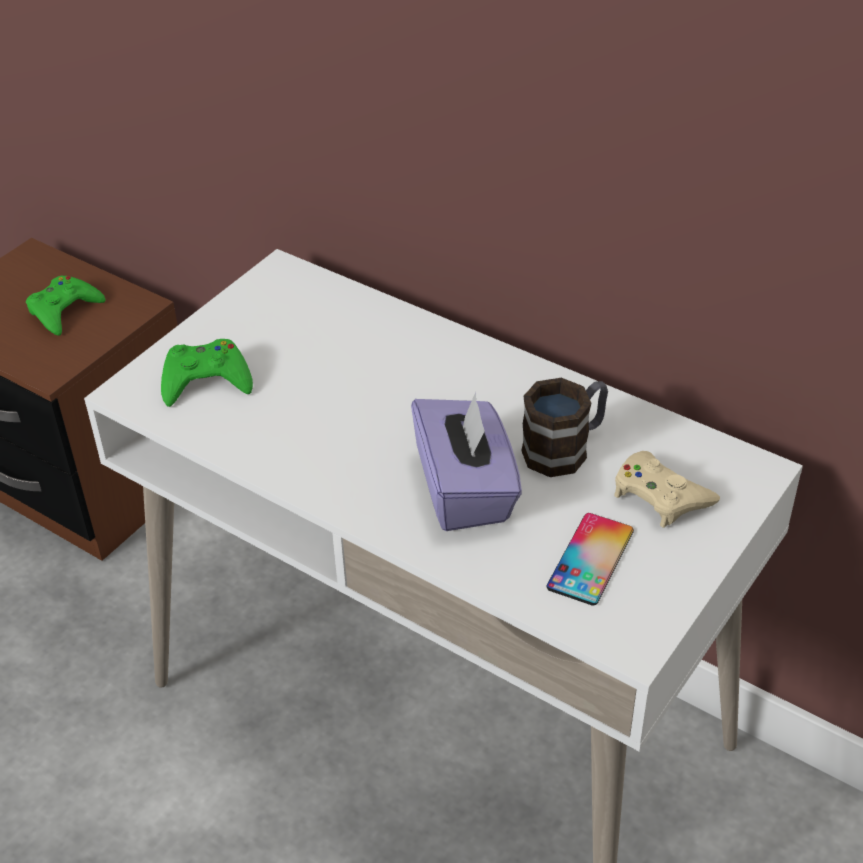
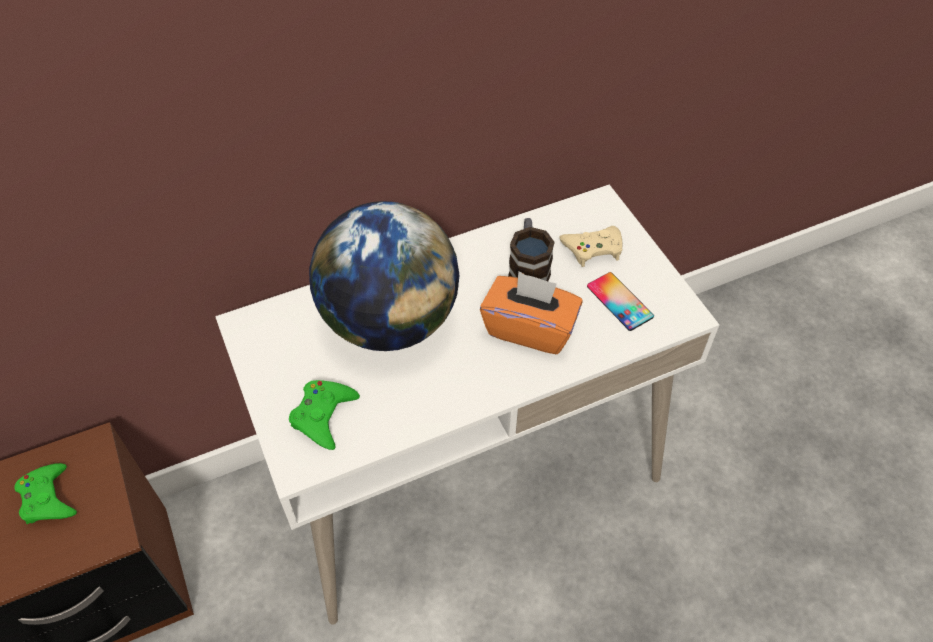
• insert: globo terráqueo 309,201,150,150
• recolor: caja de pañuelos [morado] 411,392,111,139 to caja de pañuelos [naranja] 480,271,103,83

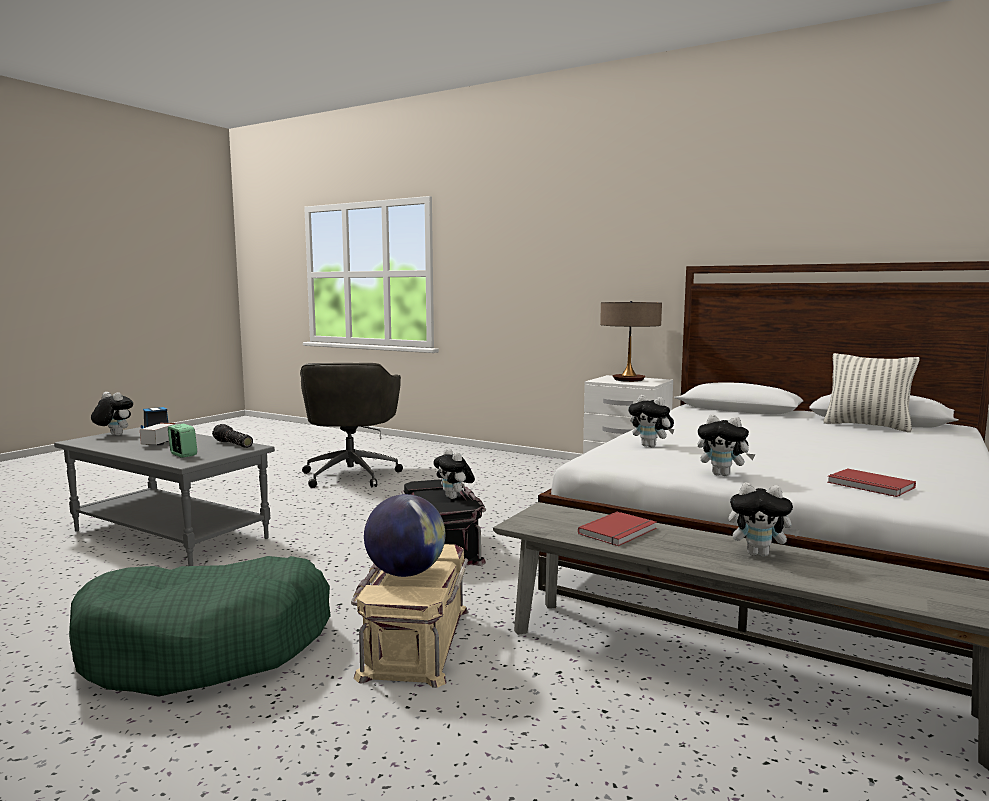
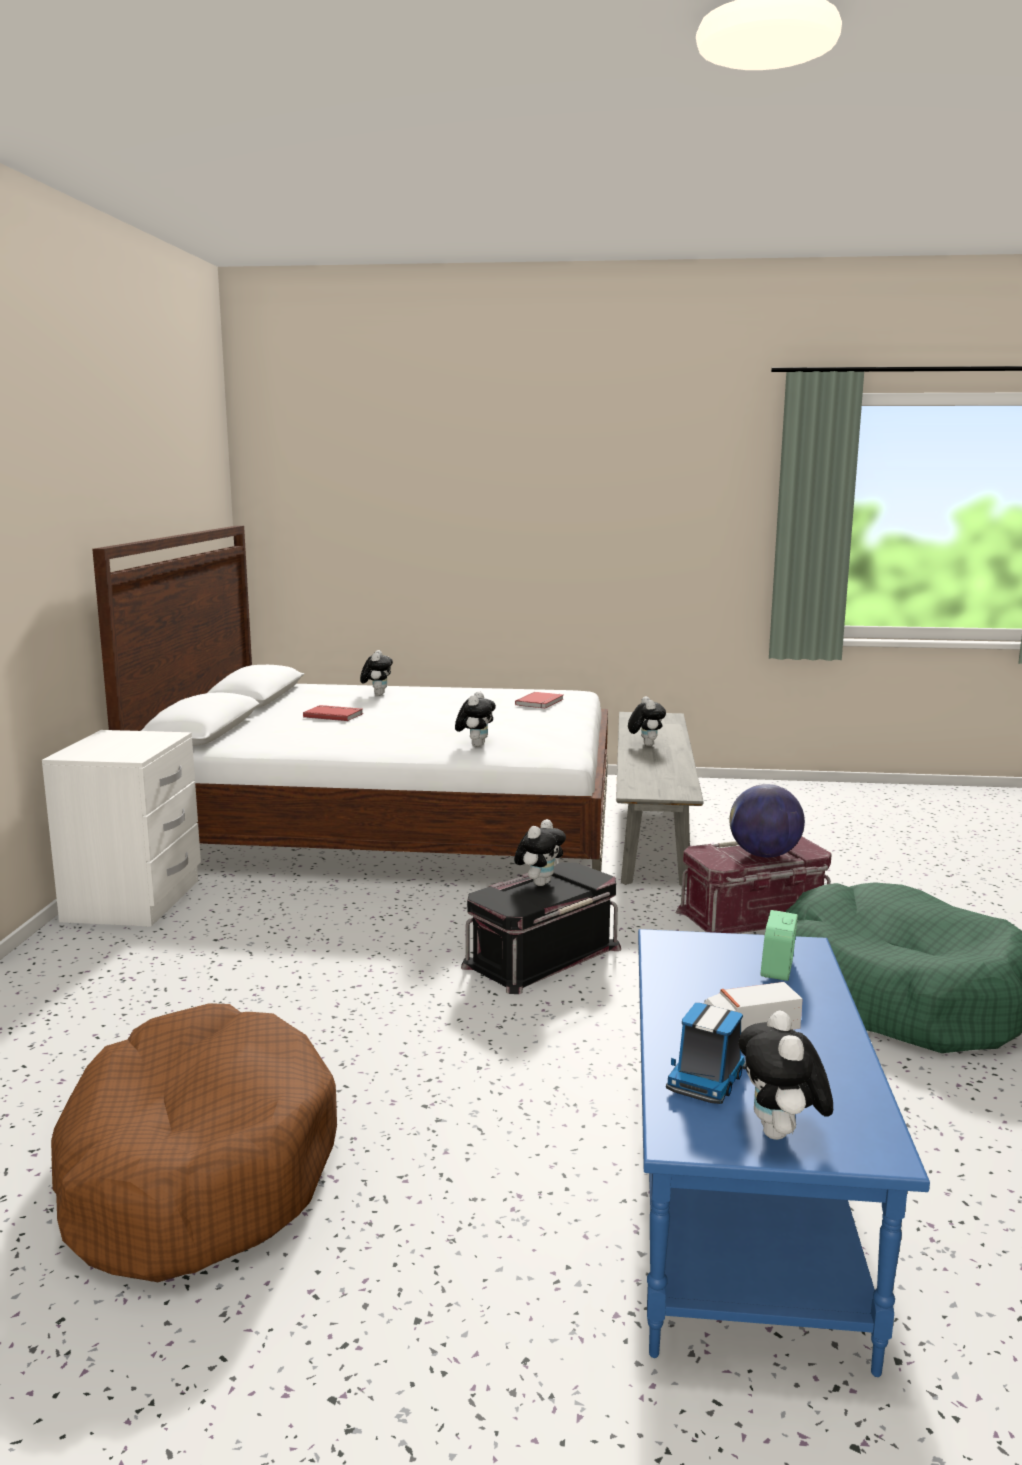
• delete: linterna 212,424,41,24
• delete: lámpara de mesa 600,301,62,81
• delete: cojín 823,353,96,79
• move: libro [rojo] 578,512,79,34 to 303,705,60,16
• move: peluche 697,414,58,62 to 360,650,33,45
• replace: silla de oficina [gris] 300,363,103,125 to cama para perro [marrón] 51,1003,286,279
• recolor: mesa de centro [gris] 54,427,221,139 to mesa de centro [azul] 638,929,292,448
• recolor: caja de almacenaje [beis] 351,544,117,144 to caja de almacenaje [rojo] 676,836,156,98

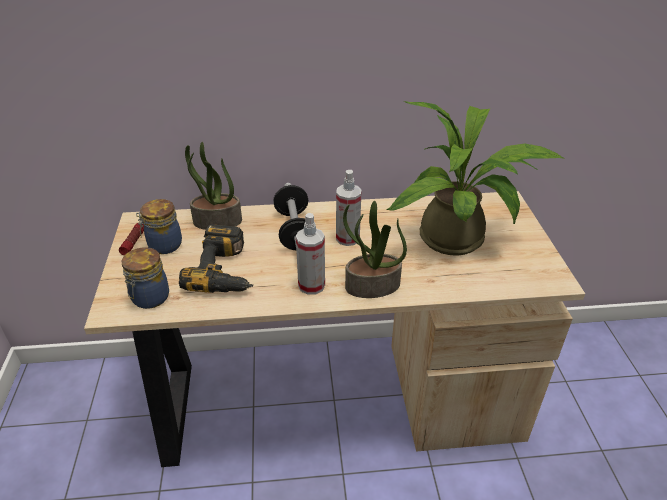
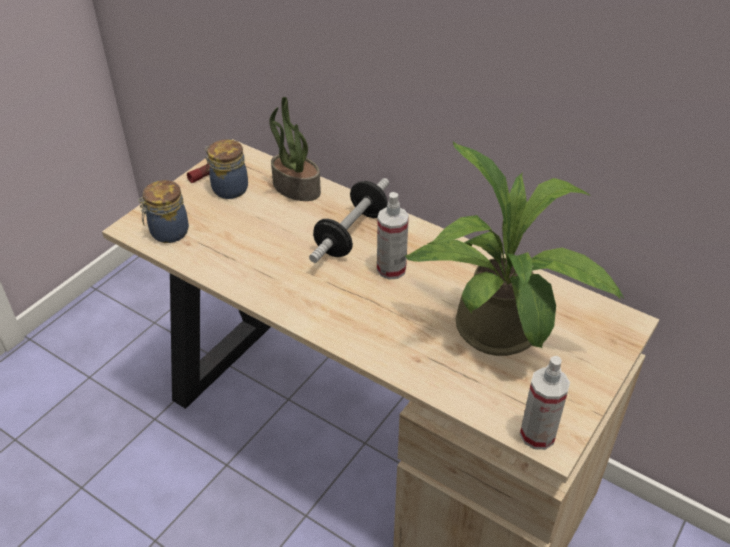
• delete: taladro 179,224,74,69
• delete: planta en maceta 343,201,64,97
• move: pulverizador 296,213,29,82 to 520,356,50,94

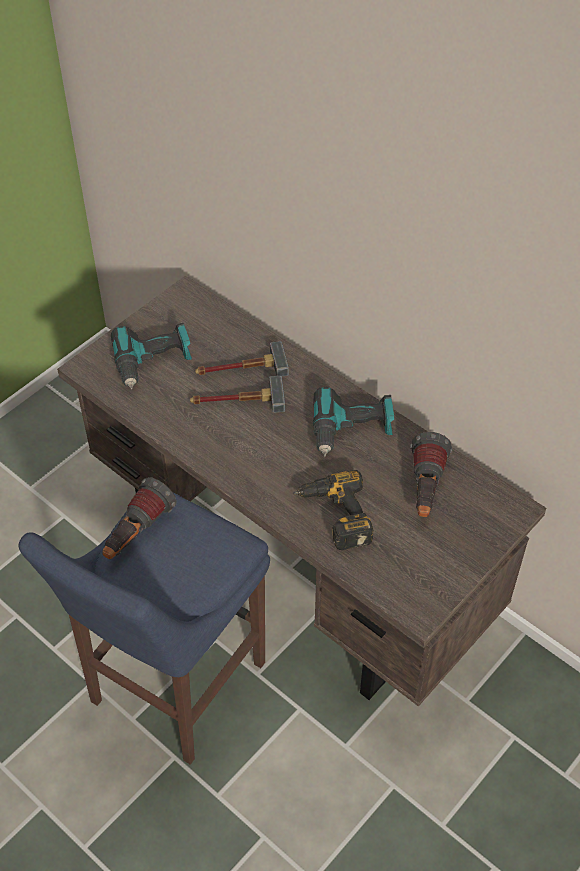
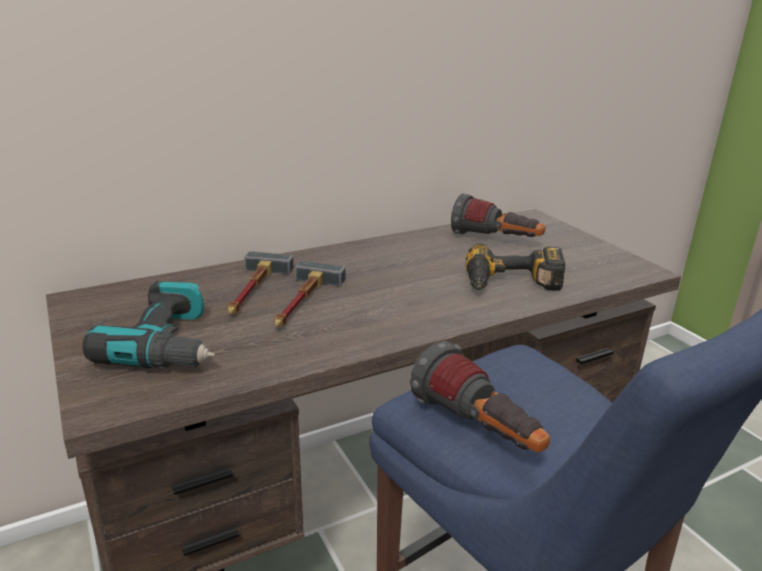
• delete: taladro 313,387,81,70

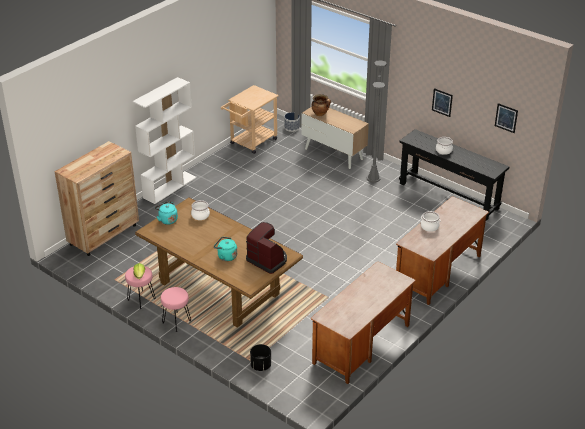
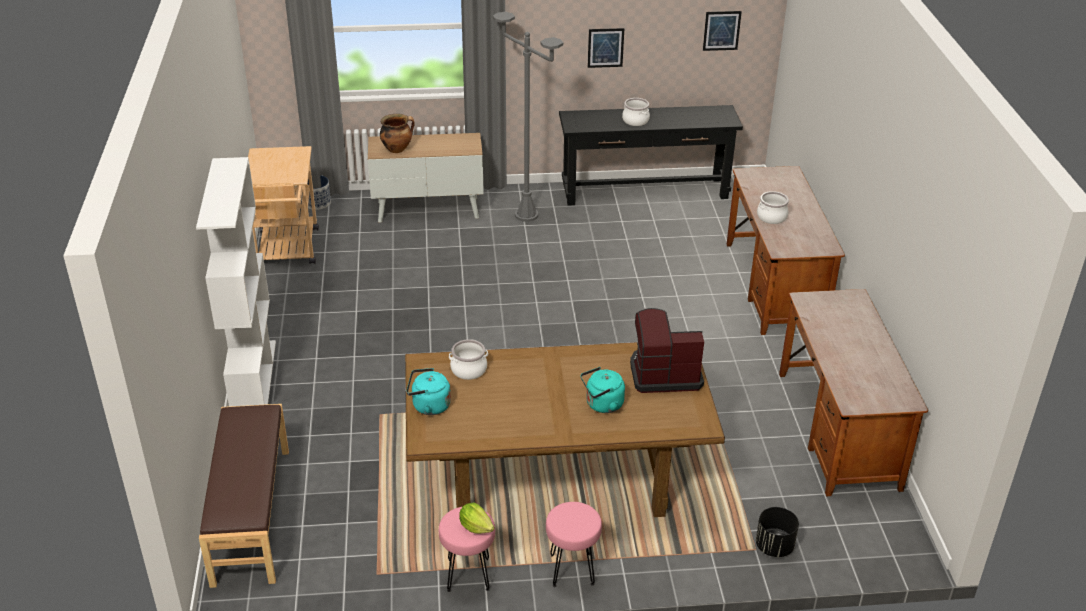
• replace: cómoda [marrón] 55,141,84,115 to banco [marrón] 199,404,90,184

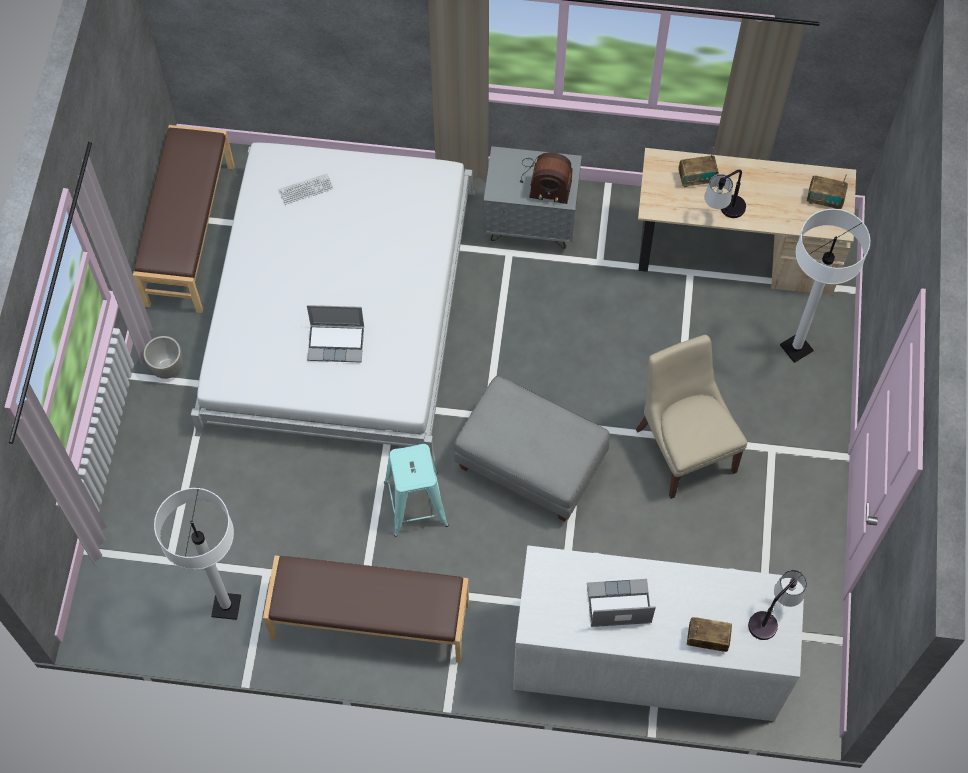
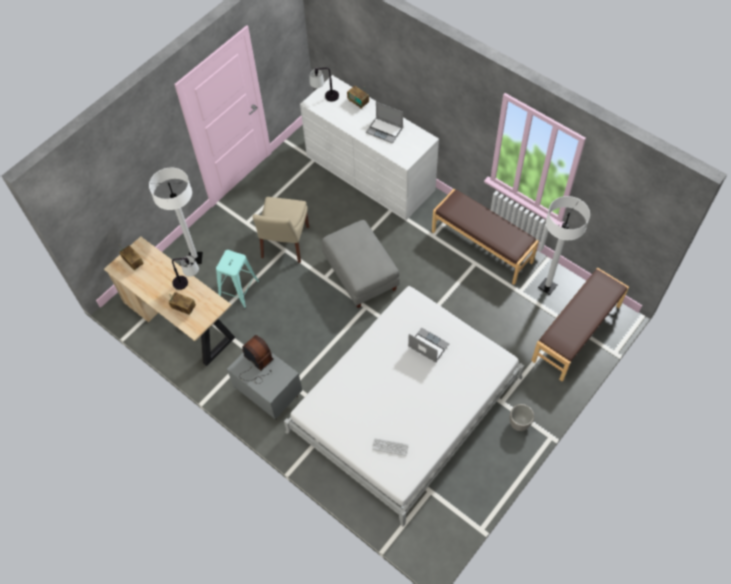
• move: banco [marrón] 133,125,102,188 to 531,268,98,114
• move: taburete [turquesa] 384,444,65,93 to 216,250,44,58

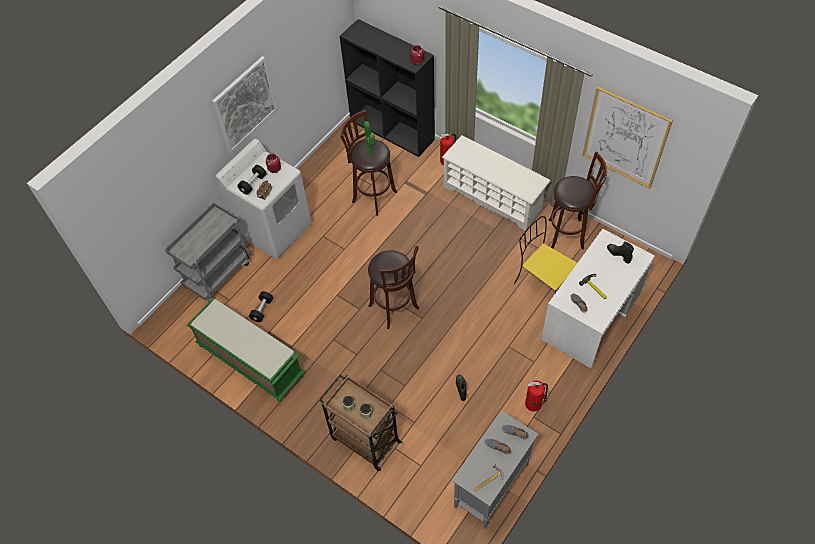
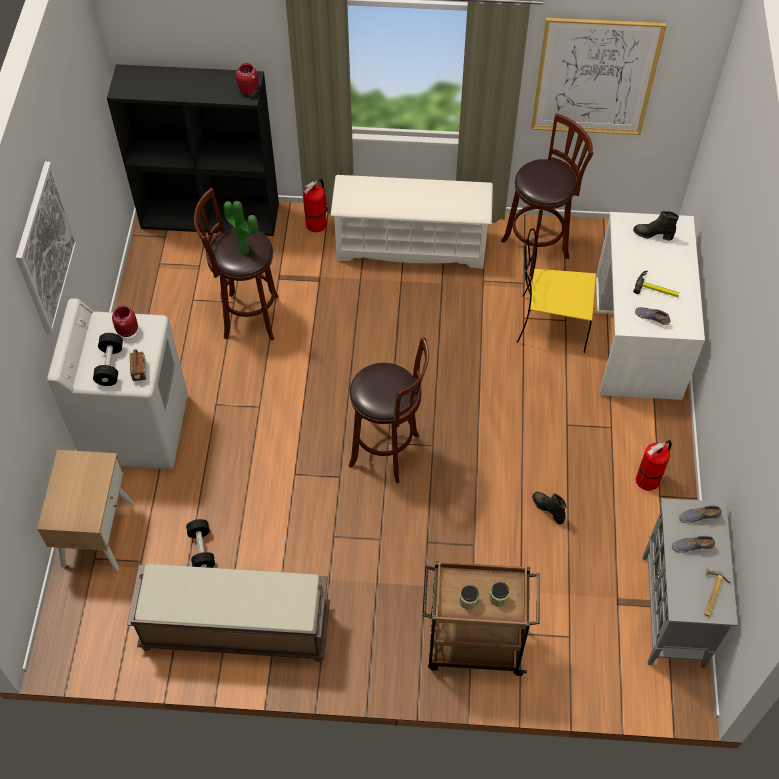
• replace: carrito [gris] 165,202,86,99 to mesita de noche [beis] 37,450,96,121
• recolor: banco [verde] 187,298,118,104 to banco [marrón] 127,564,203,98

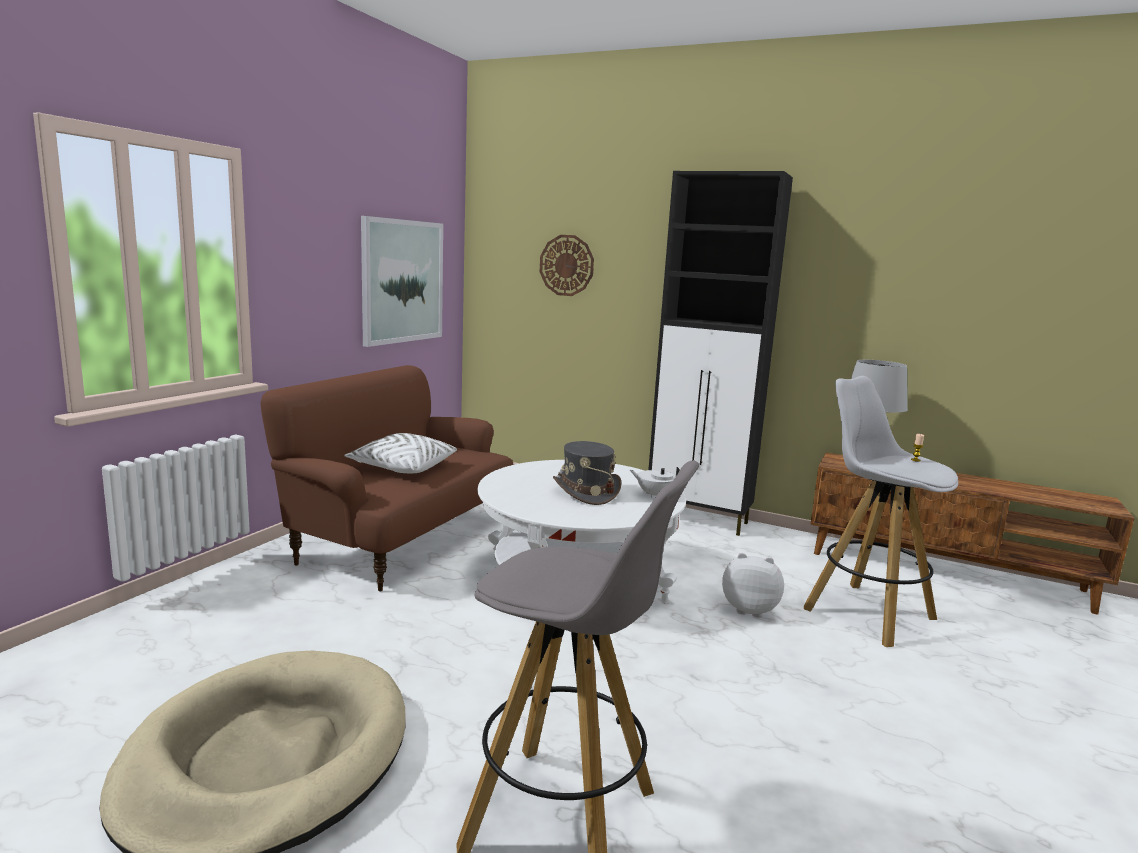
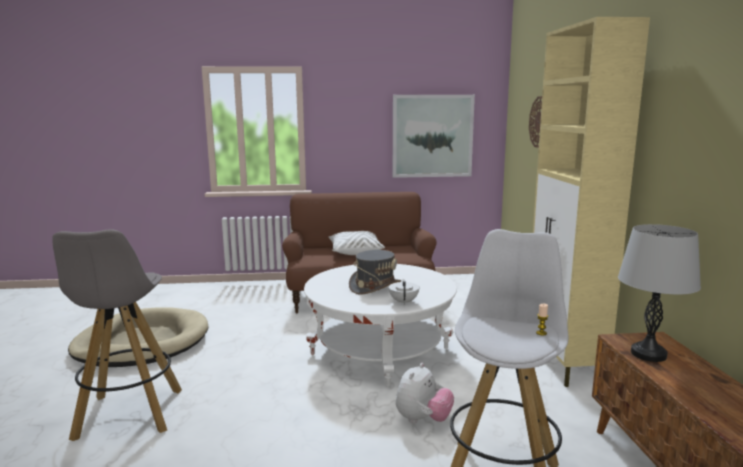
• recolor: armario [negro] 648,171,145,365 to armario [beis] 533,17,117,370
• rotate: peluche 722,553,62,64 = 396,363,58,60 45 degrees clockwise

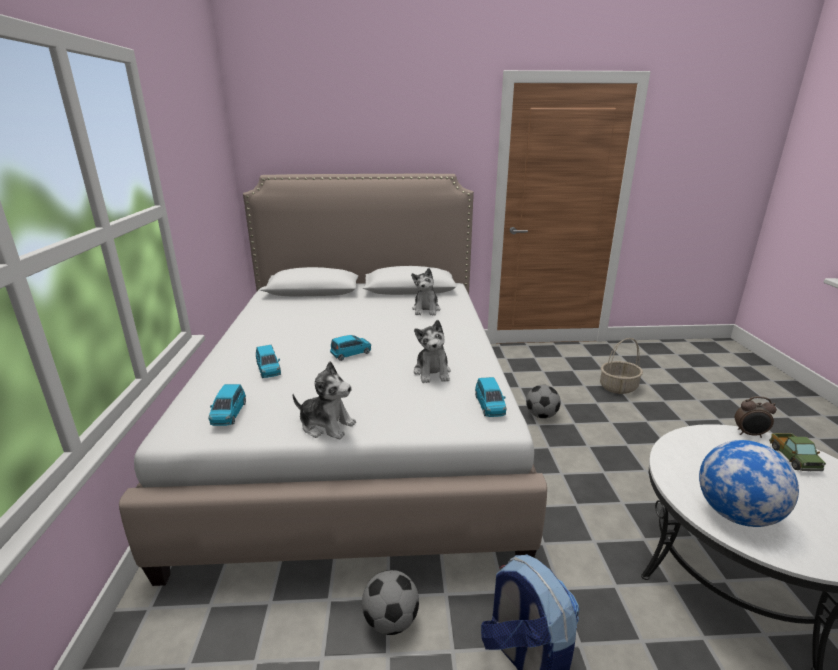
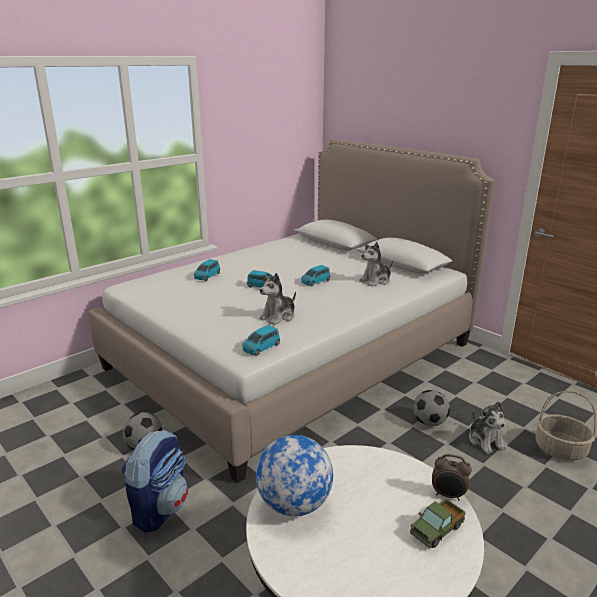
• move: coche de juguete [azul] 208,384,38,42 to 301,265,29,21
• move: peluche 293,362,63,77 to 469,401,37,53
• rotate: despertador 735,396,42,42 = 432,454,40,47 45 degrees counterclockwise

